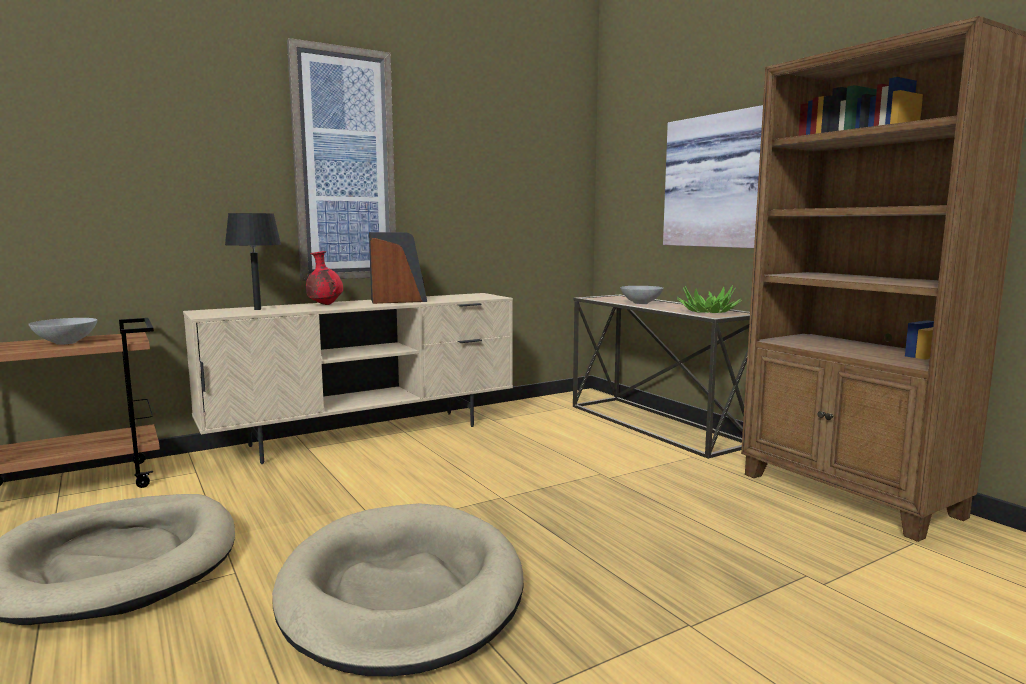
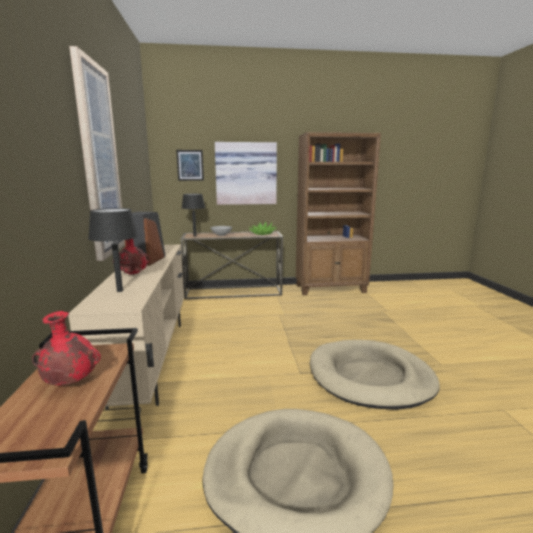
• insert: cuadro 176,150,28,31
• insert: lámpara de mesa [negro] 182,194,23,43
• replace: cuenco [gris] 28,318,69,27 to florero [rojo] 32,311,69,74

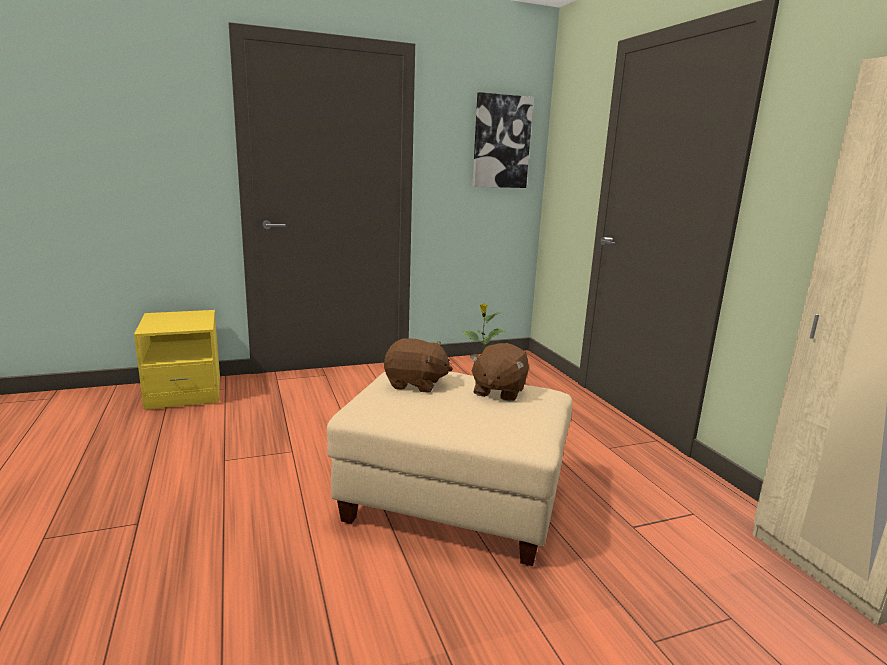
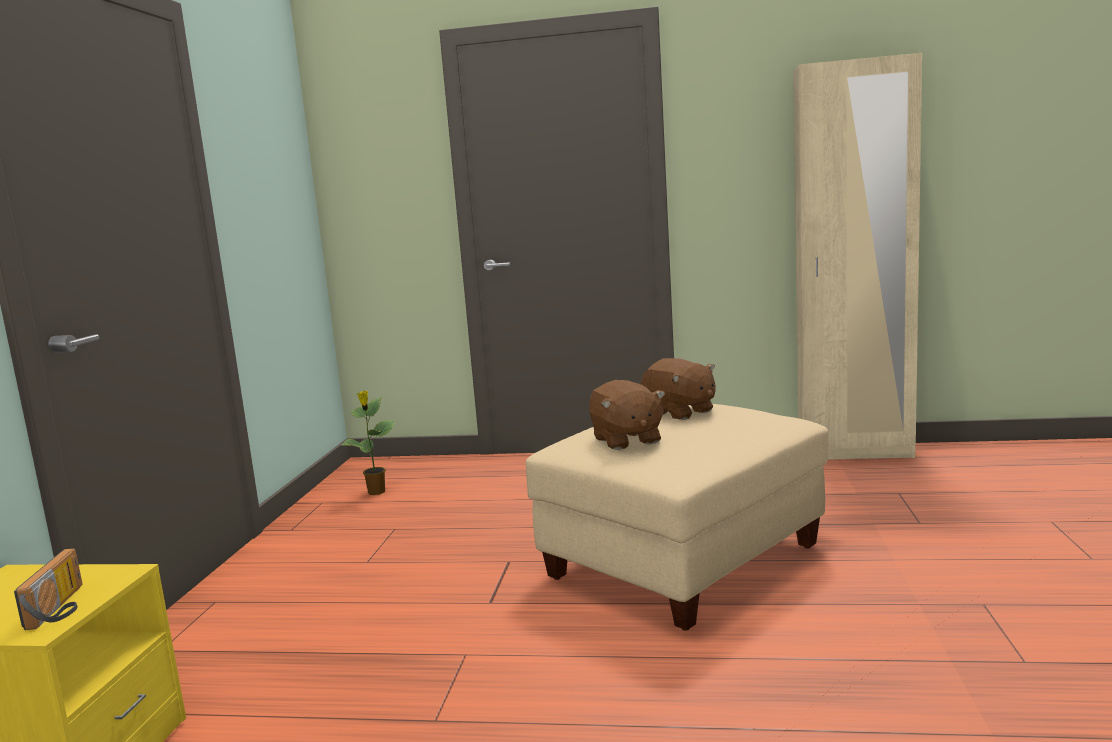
• delete: cuadro 472,92,61,96
• insert: radio 14,548,68,82
• rotate: peluche [marrón] 384,338,69,55 = 589,380,77,70 120 degrees clockwise

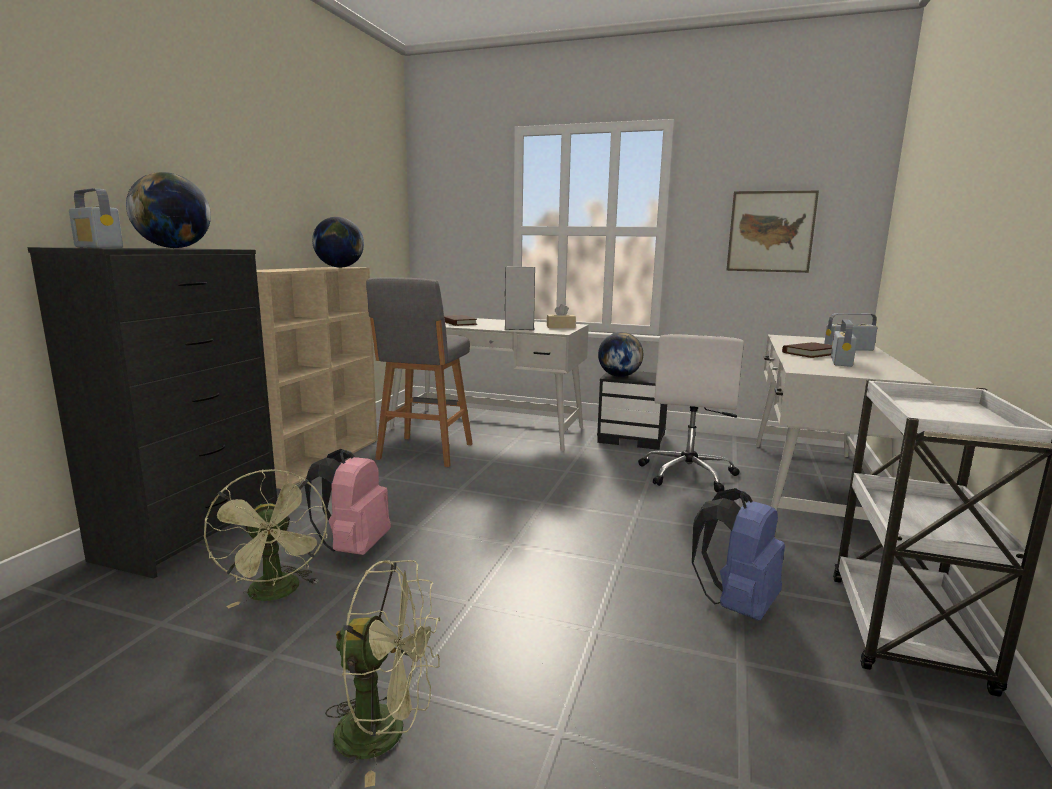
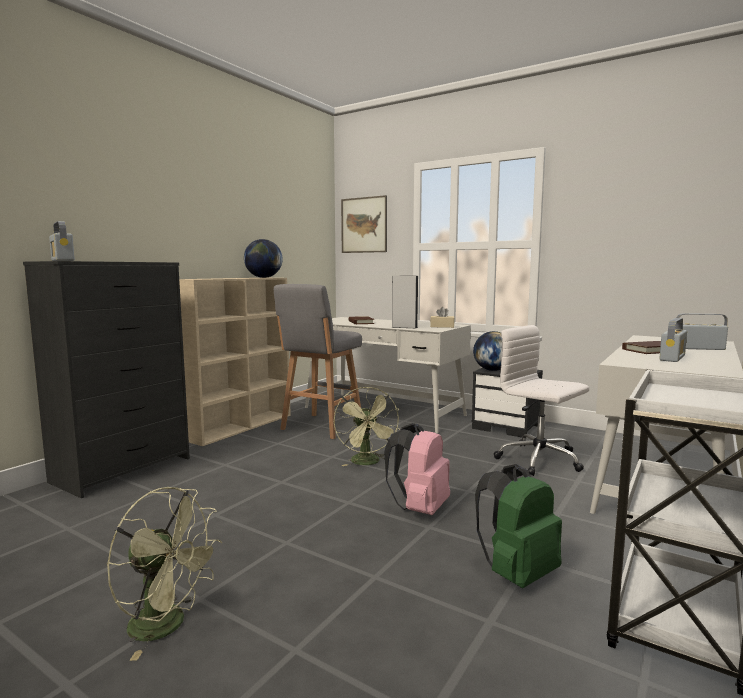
• delete: globo terráqueo 126,172,85,76
• move: ventilador [verde] 204,469,124,140 to 334,386,66,80
• move: mochila [rosa] 305,449,86,106 to 384,423,66,92
• move: cuadro 726,191,93,82 to 341,195,46,58
• recolor: mochila [azul] 692,488,93,133 to mochila [verde] 475,464,87,124
• rotate: silla de oficina [blanco] 638,334,106,158 = 494,325,95,151 105 degrees clockwise

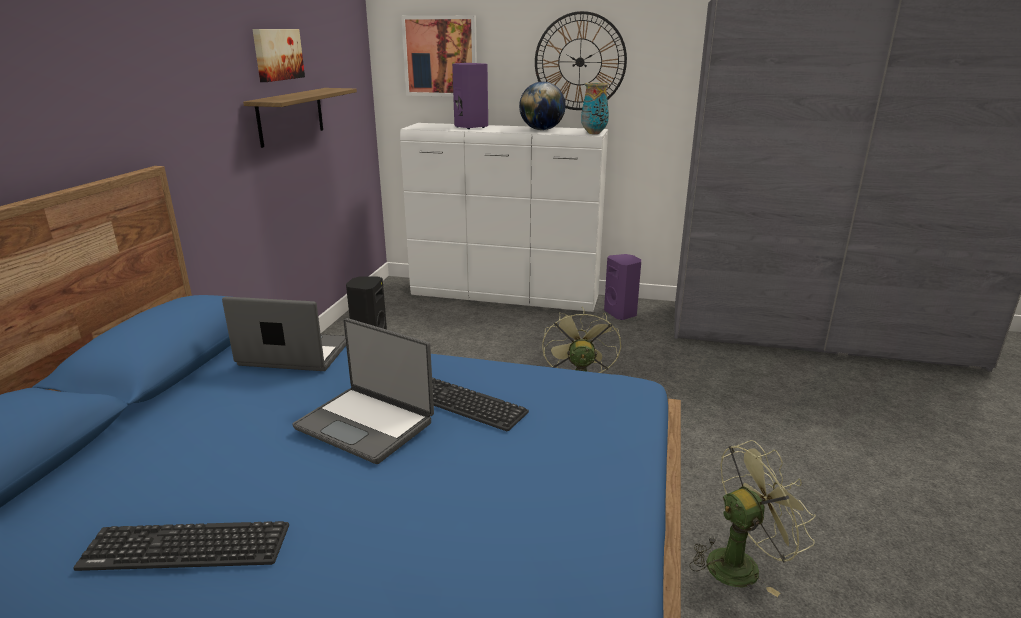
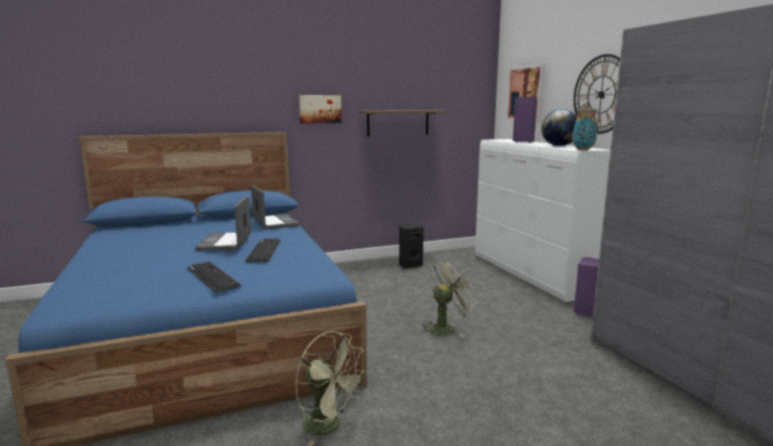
• move: teclado 73,521,216,50 to 187,261,54,31
• move: cuadro 252,29,53,53 to 299,95,43,29

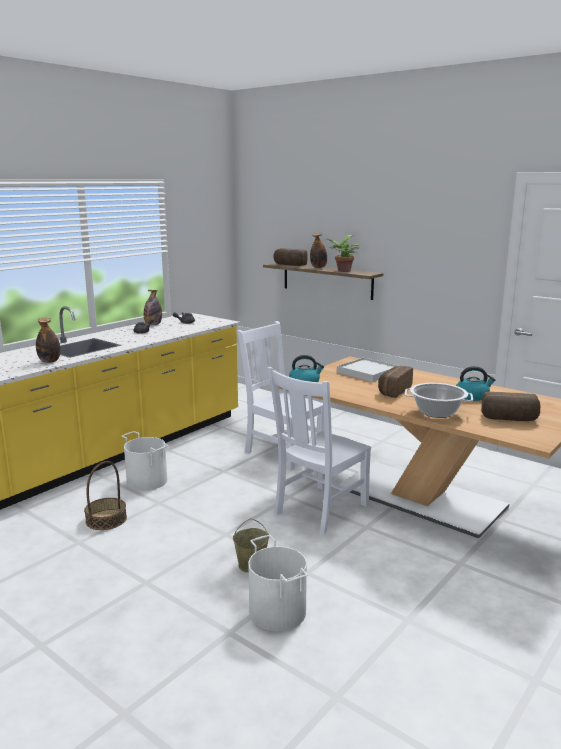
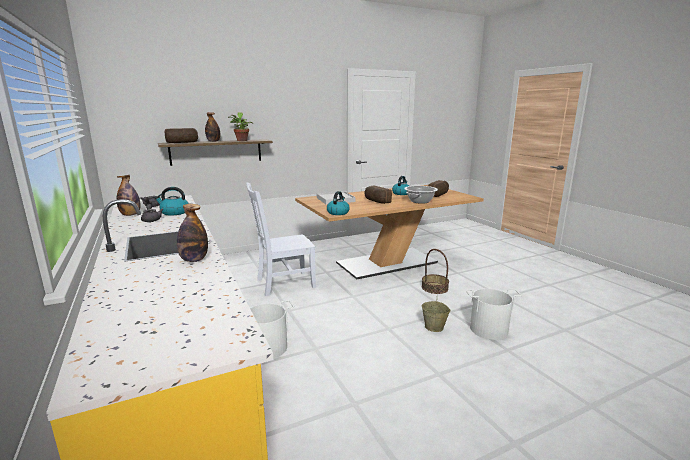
• delete: silla [blanco] 268,367,103,168
• insert: hervidor 155,187,34,29
• move: cesta 84,461,43,69 to 422,249,27,45

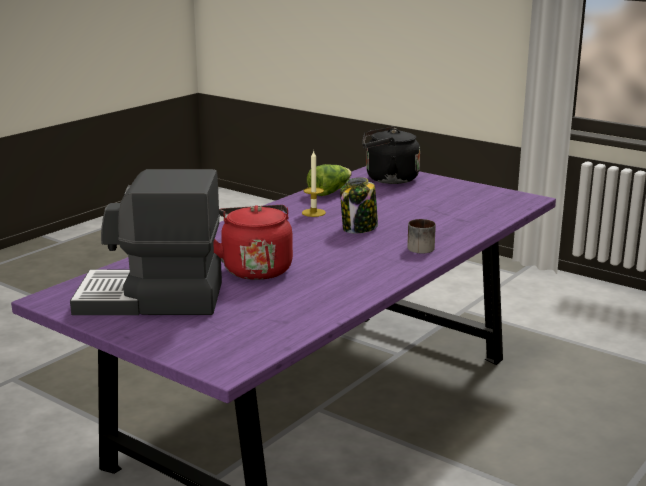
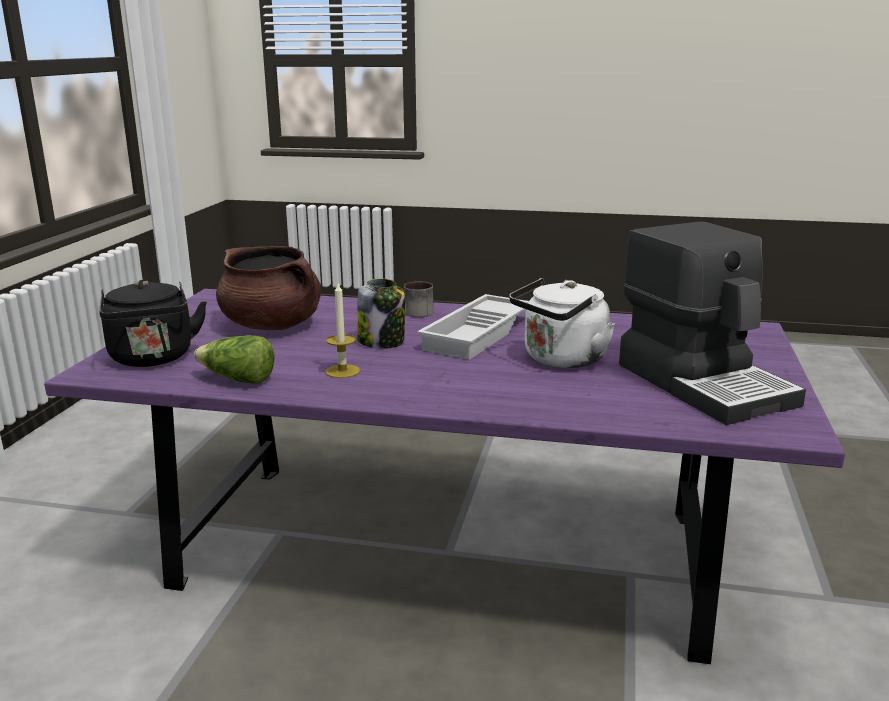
• insert: olla [marrón] 216,246,105,84
• insert: bandeja [blanco] 417,294,112,66
• recolor: hervidor [rojo] 213,205,80,75 to hervidor [blanco] 509,278,106,90

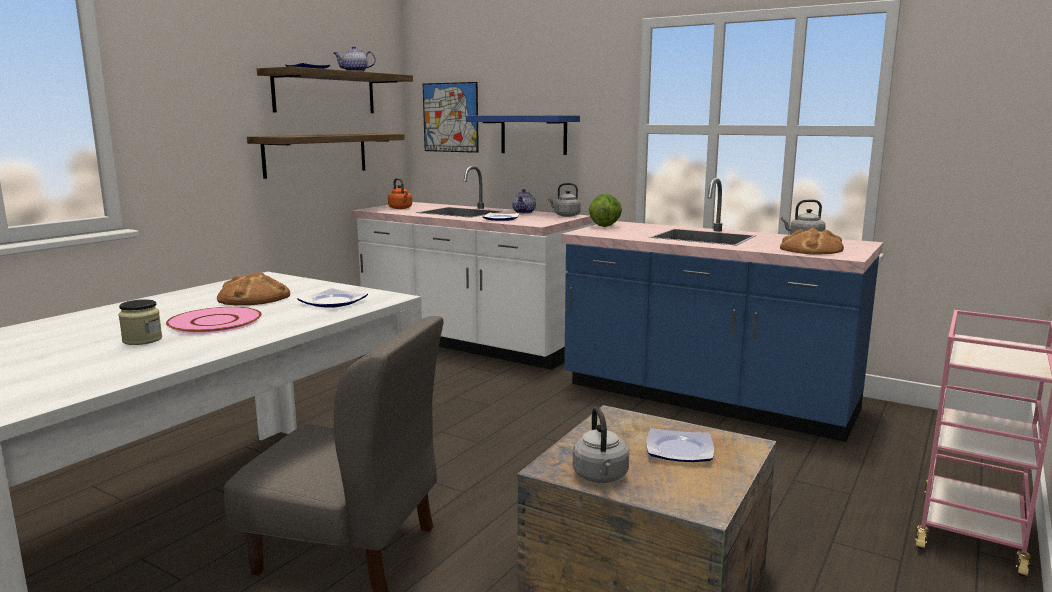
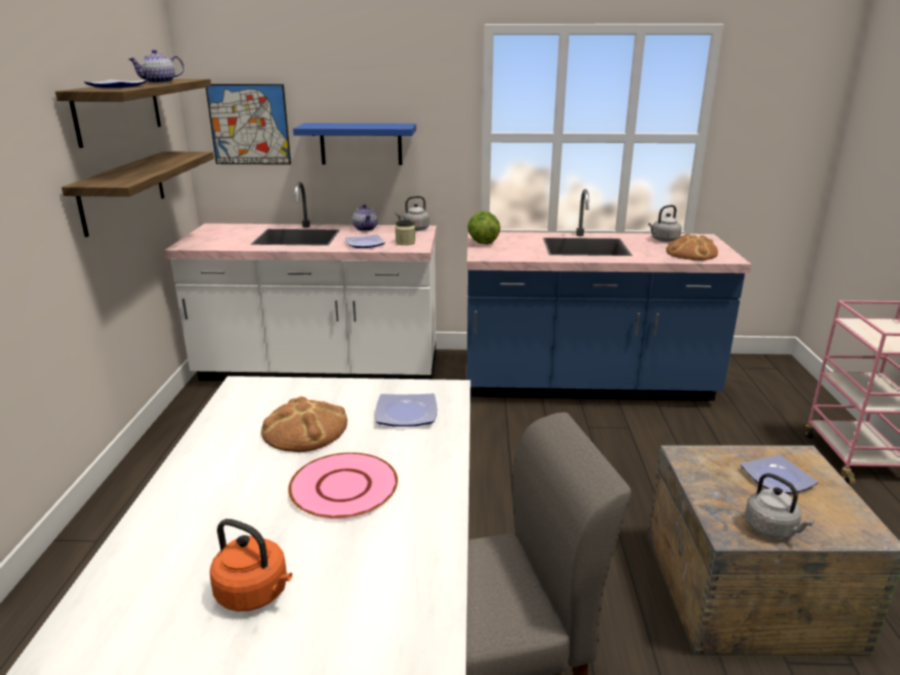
• move: tarro 118,299,44,46 to 395,220,20,25
• move: hervidor [naranja] 388,178,24,31 to 210,519,82,92

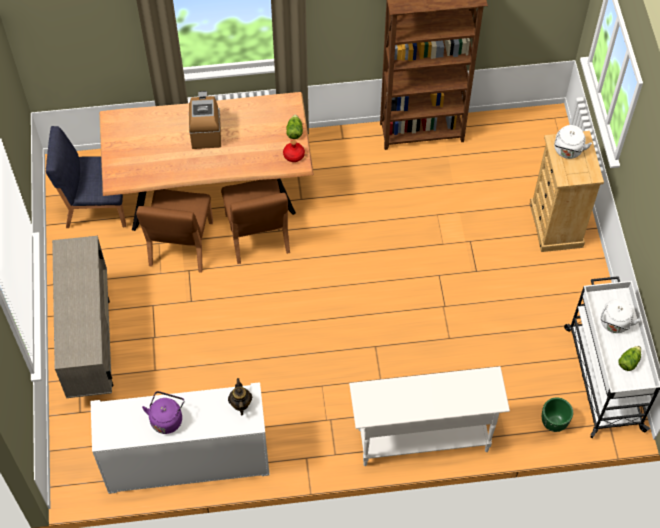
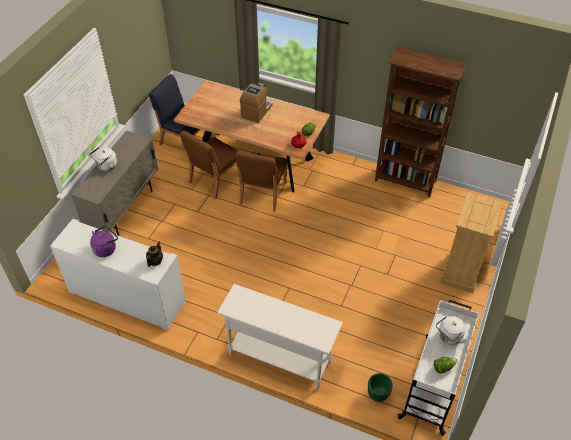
• move: hervidor [blanco] 554,125,38,34 to 90,147,27,24

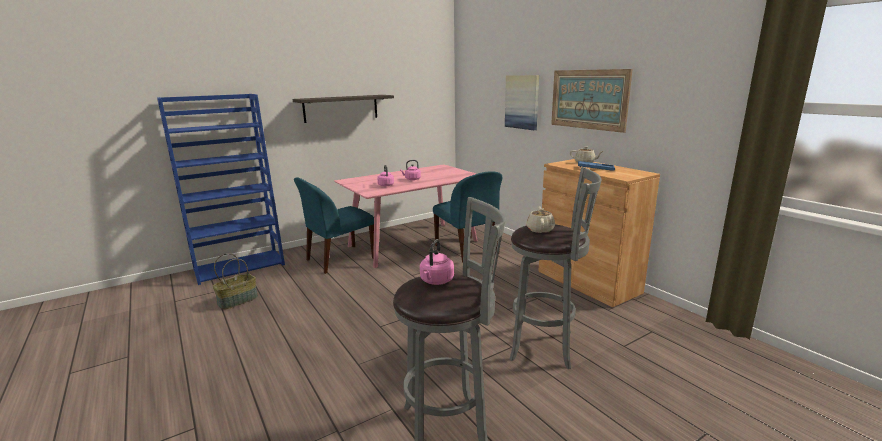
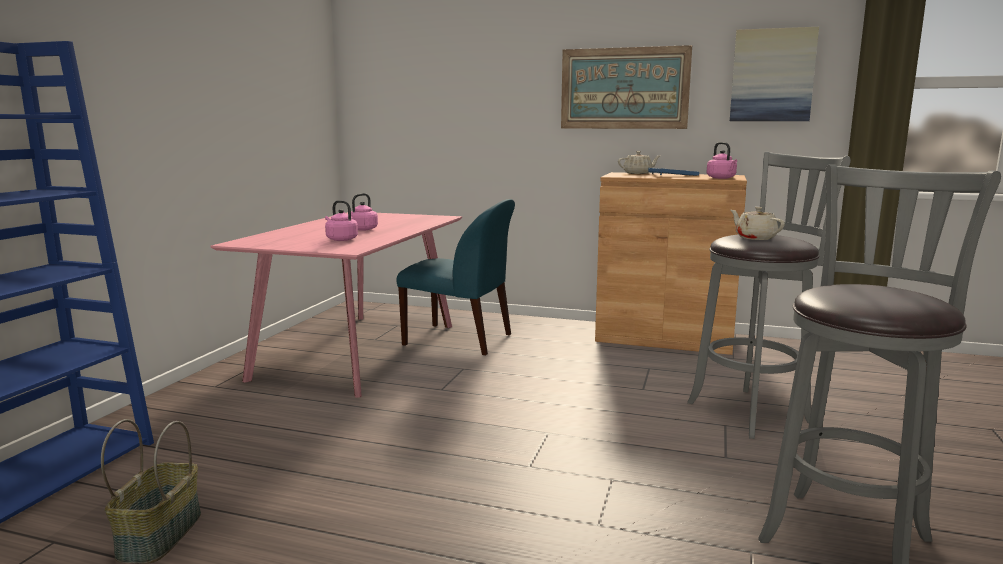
• delete: estante 293,95,101,28
• delete: silla [azul] 294,177,80,97
• move: hervidor [rosa] 420,239,34,46 to 706,142,31,37
• move: cuadro 505,75,34,55 to 730,27,89,94

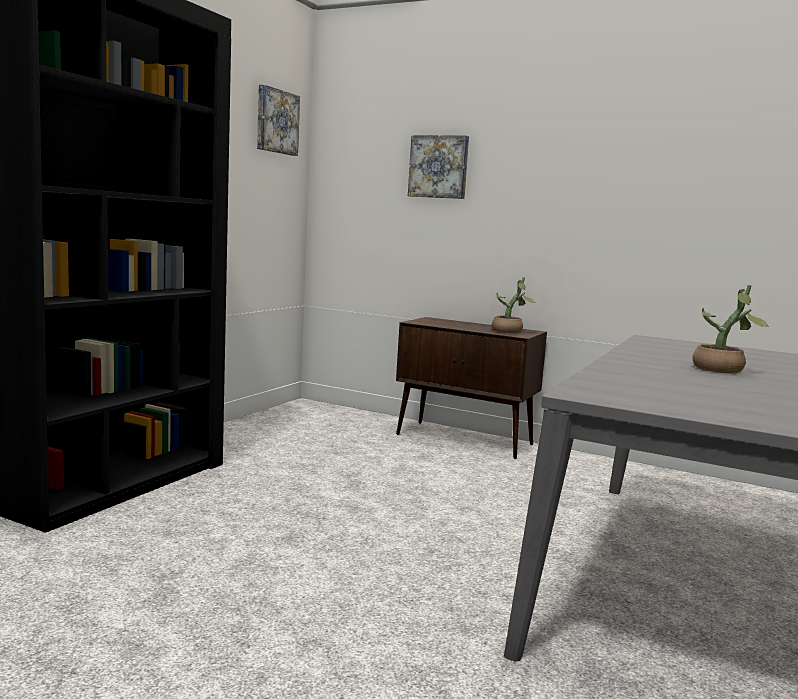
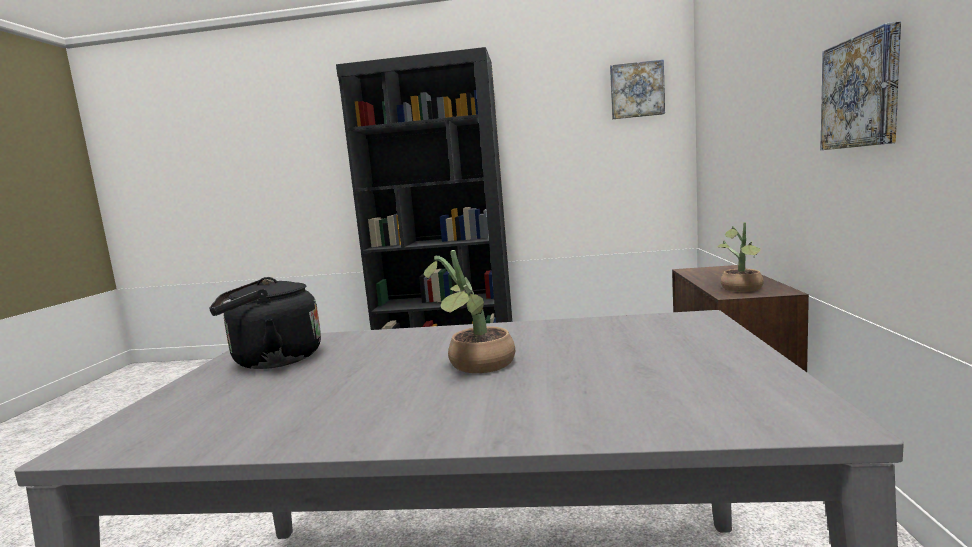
• insert: hervidor [negro] 209,277,112,92
• move: cuadro 408,135,61,64 to 820,21,81,129

